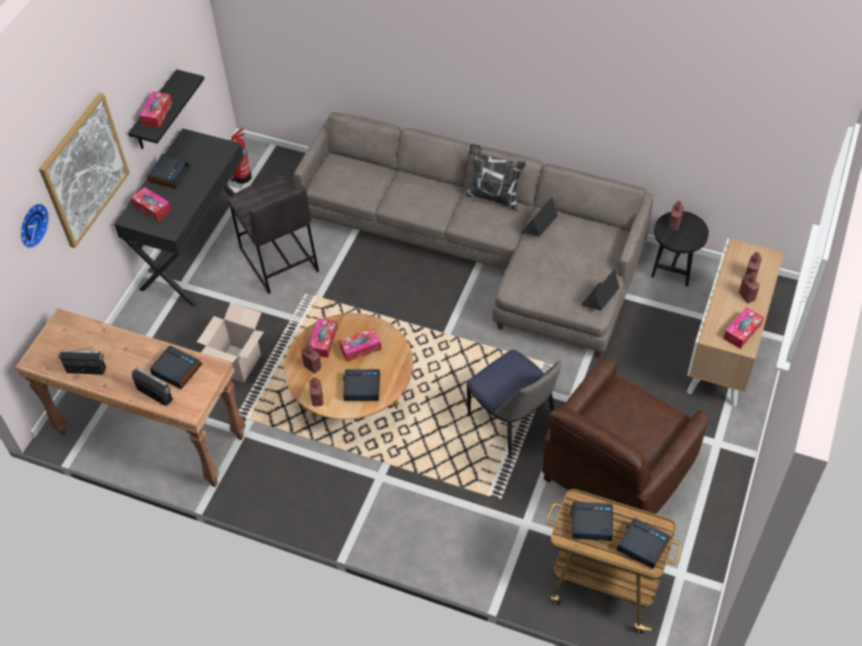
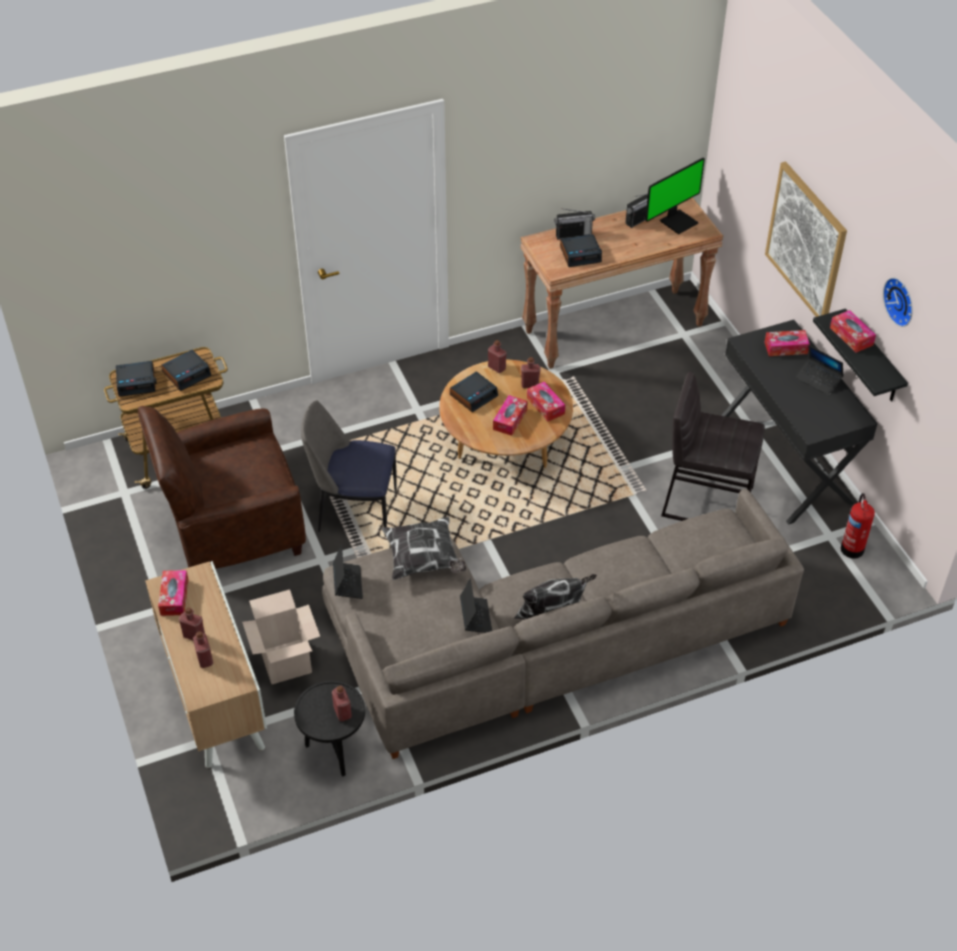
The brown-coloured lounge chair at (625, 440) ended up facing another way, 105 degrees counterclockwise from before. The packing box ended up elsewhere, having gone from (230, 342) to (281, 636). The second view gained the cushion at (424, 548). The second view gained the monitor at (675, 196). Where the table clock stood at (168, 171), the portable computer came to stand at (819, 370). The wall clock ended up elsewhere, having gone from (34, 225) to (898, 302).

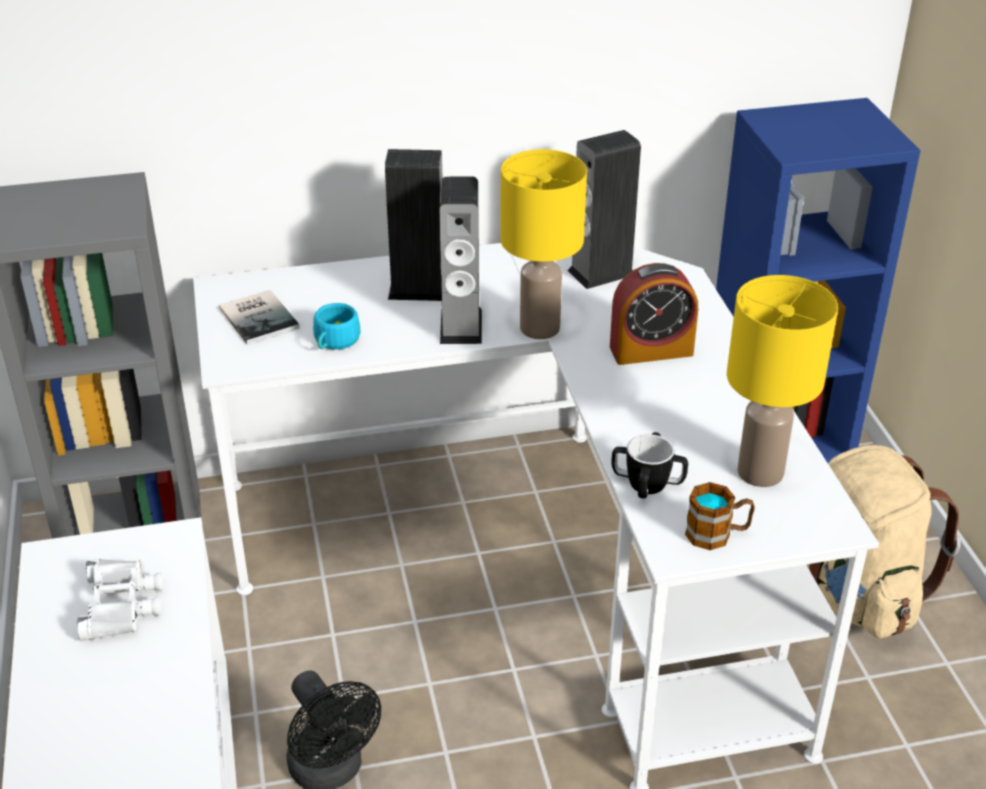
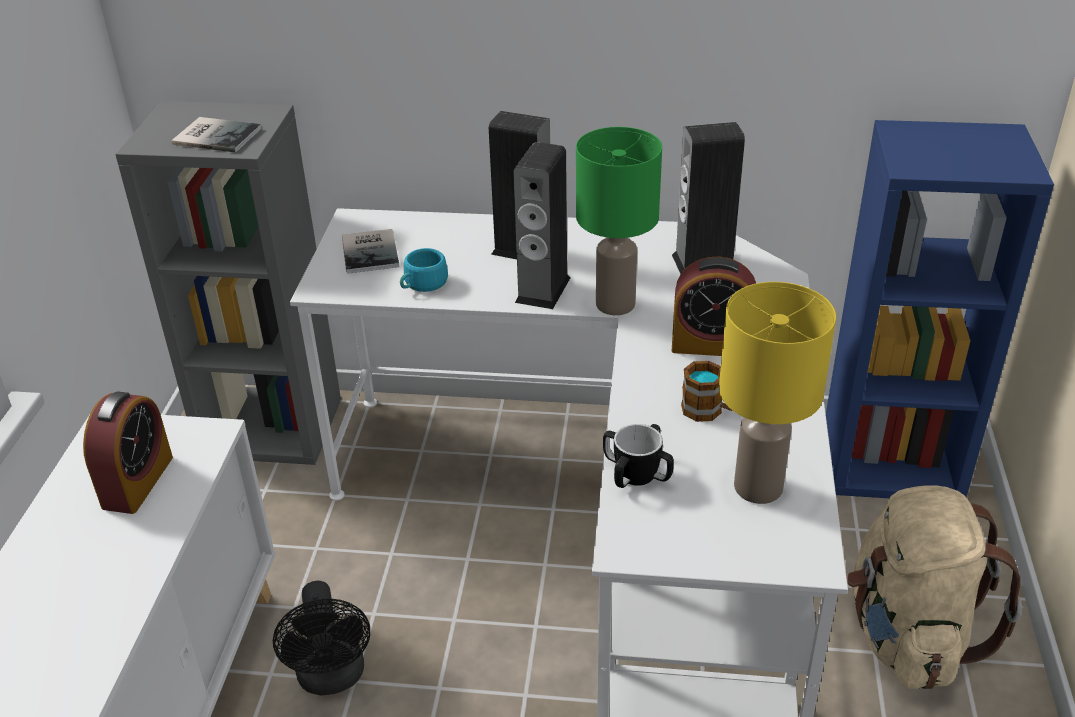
Where the whitish field glasses stood at (120, 600), the table clock came to stand at (128, 452). The second view gained the volume at (216, 135). What was the yellowish tabletop lamp at (543, 244) turned into the green tabletop lamp at (619, 221). The mug ended up elsewhere, having gone from (720, 516) to (707, 391).

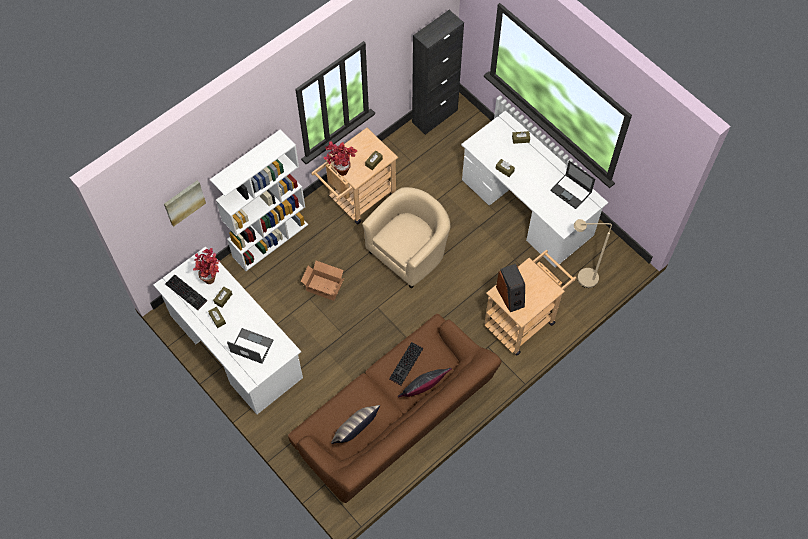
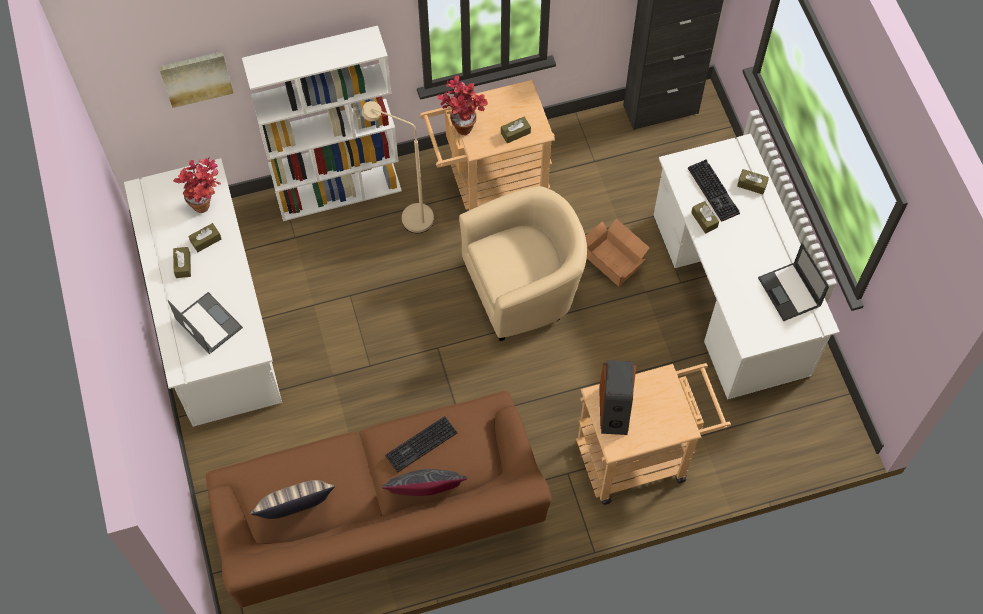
The sand-coloured standing lamp ended up elsewhere, having gone from (593, 253) to (398, 167). The packing box ended up elsewhere, having gone from (322, 281) to (617, 252). The PC keyboard ended up elsewhere, having gone from (186, 292) to (714, 190).

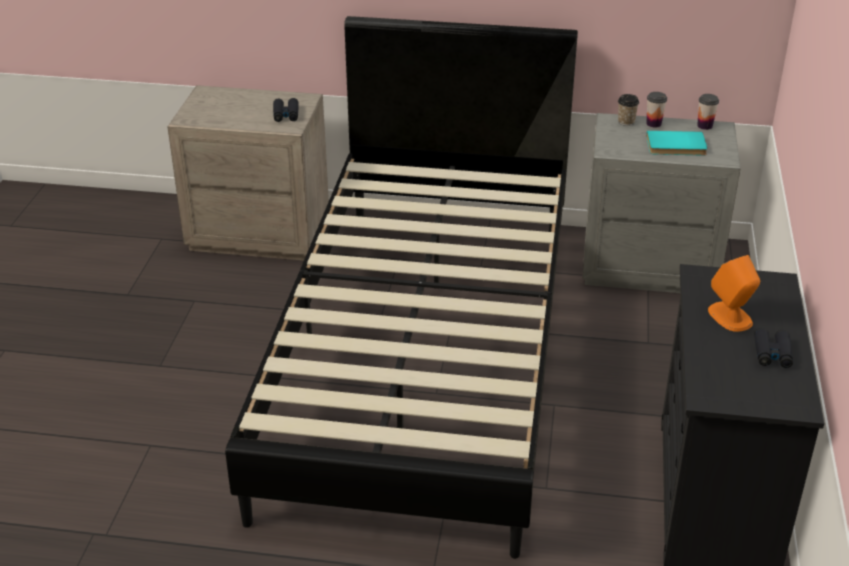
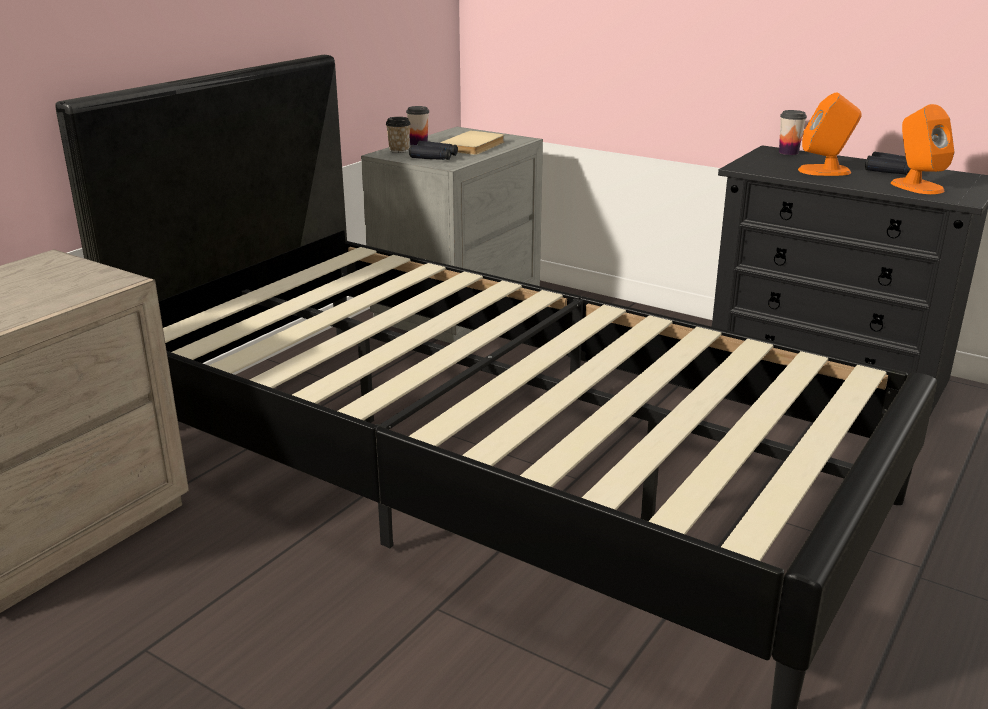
The black-coloured field glasses ended up elsewhere, having gone from (286, 110) to (433, 150). What was the turquoise-coloured volume at (677, 143) turned into the sand-coloured volume at (472, 142). The cup ended up elsewhere, having gone from (708, 112) to (793, 132). The second view gained the orange-coloured speaker at (923, 149).

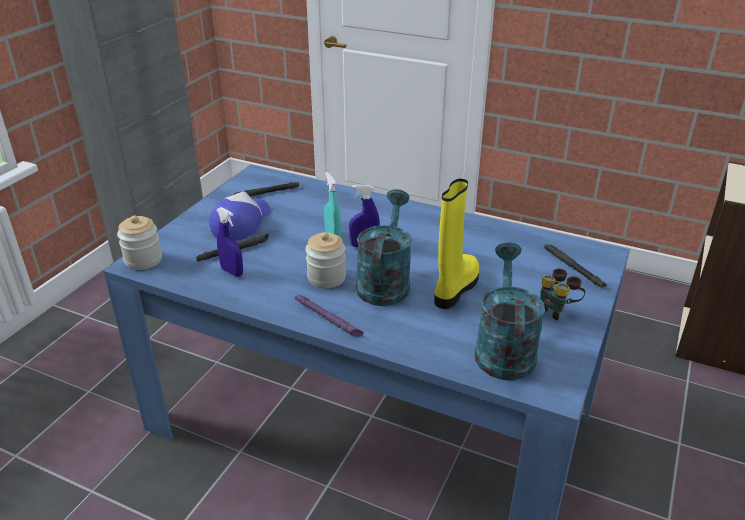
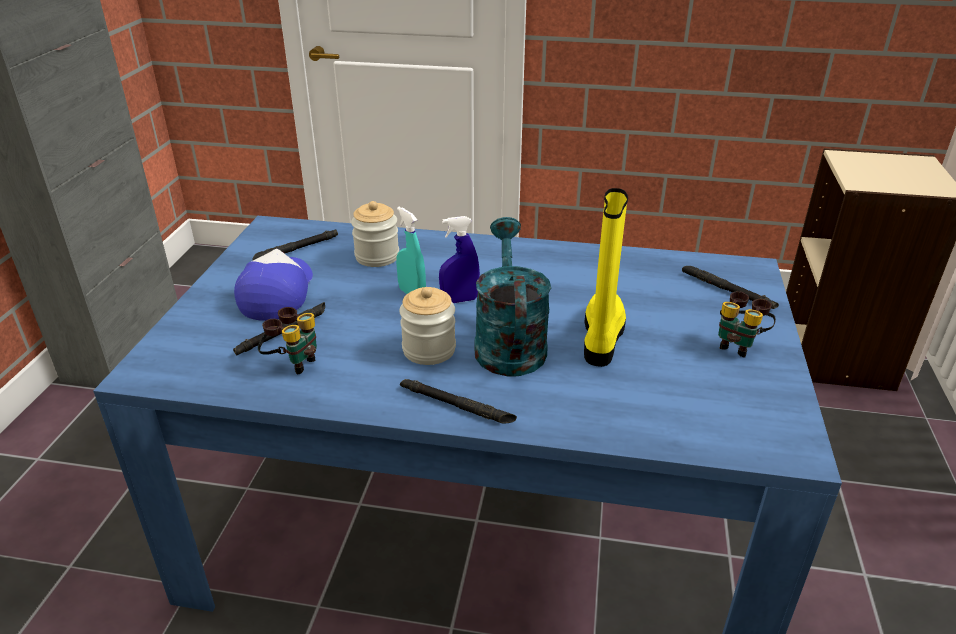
Where the bluish sprayer stood at (229, 242), the field glasses came to stand at (287, 340). The preserve jar ended up elsewhere, having gone from (139, 243) to (375, 234). What was the purplish torch at (329, 315) turned into the black-coloured torch at (458, 401). The second view lost the turquoise-coloured watering can at (510, 311).

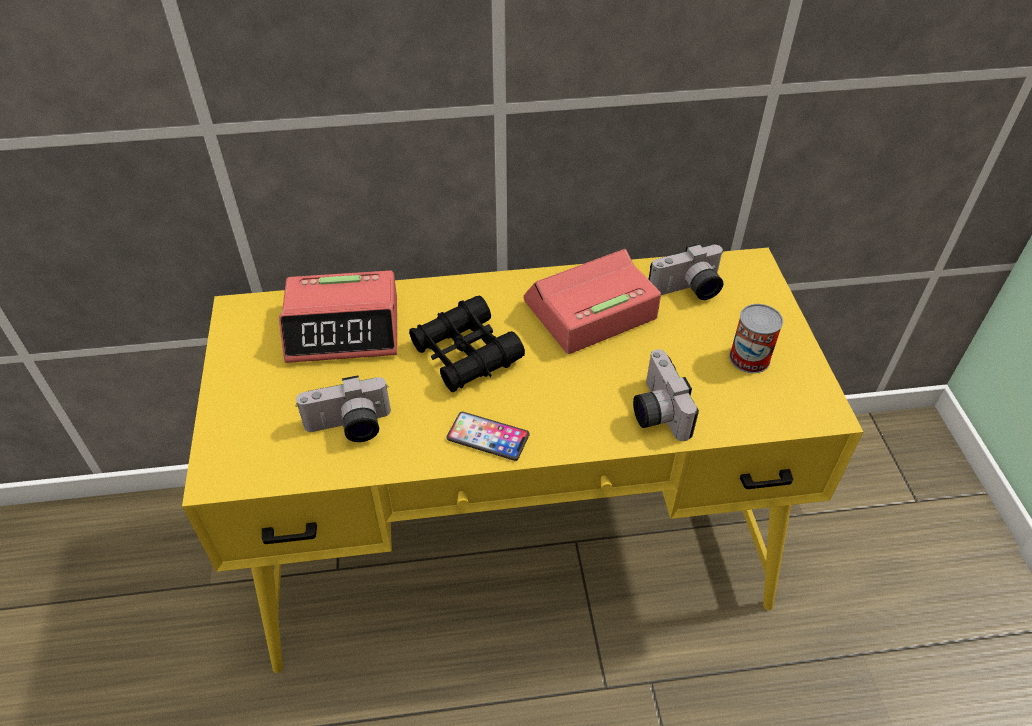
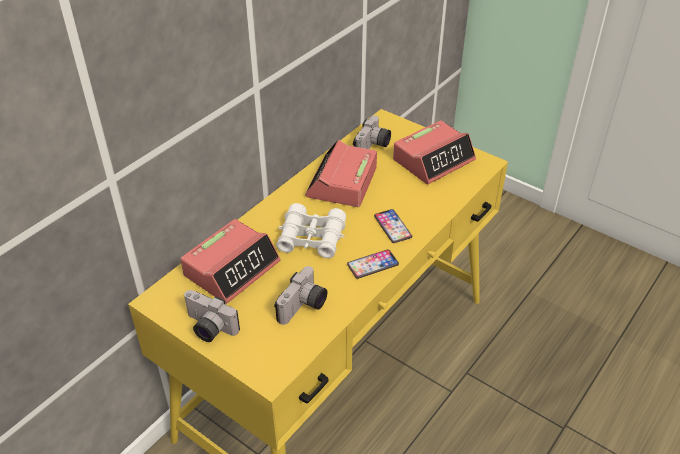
The still camera ended up elsewhere, having gone from (666, 395) to (211, 316). What was the black-coloured field glasses at (467, 343) turned into the whitish field glasses at (311, 230). The second view gained the phone at (393, 226). Where the sealed can stood at (756, 338), the table clock came to stand at (434, 152).

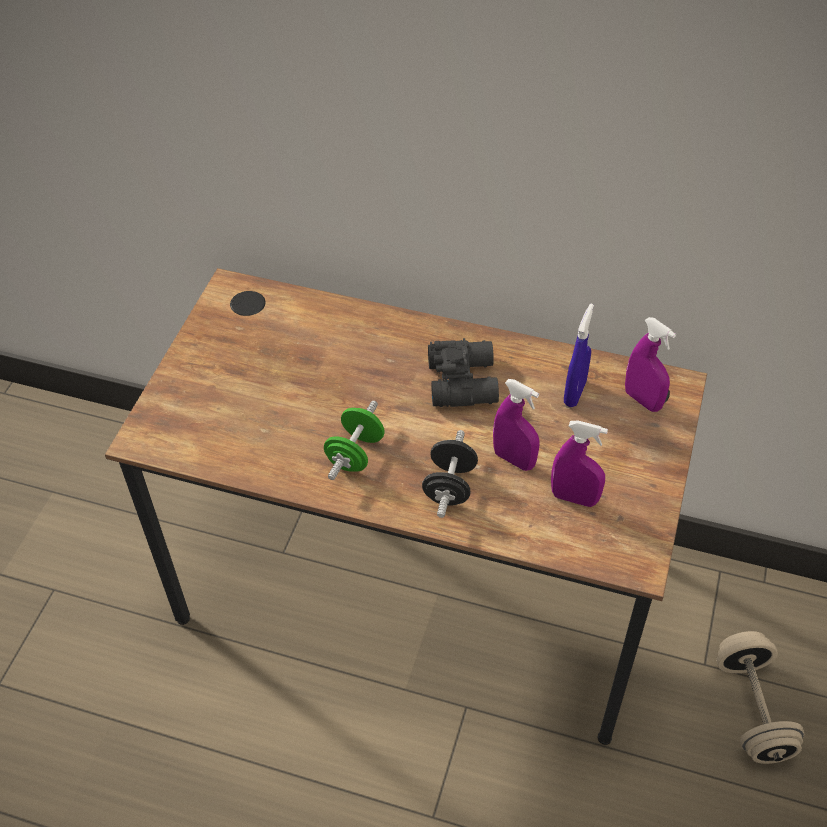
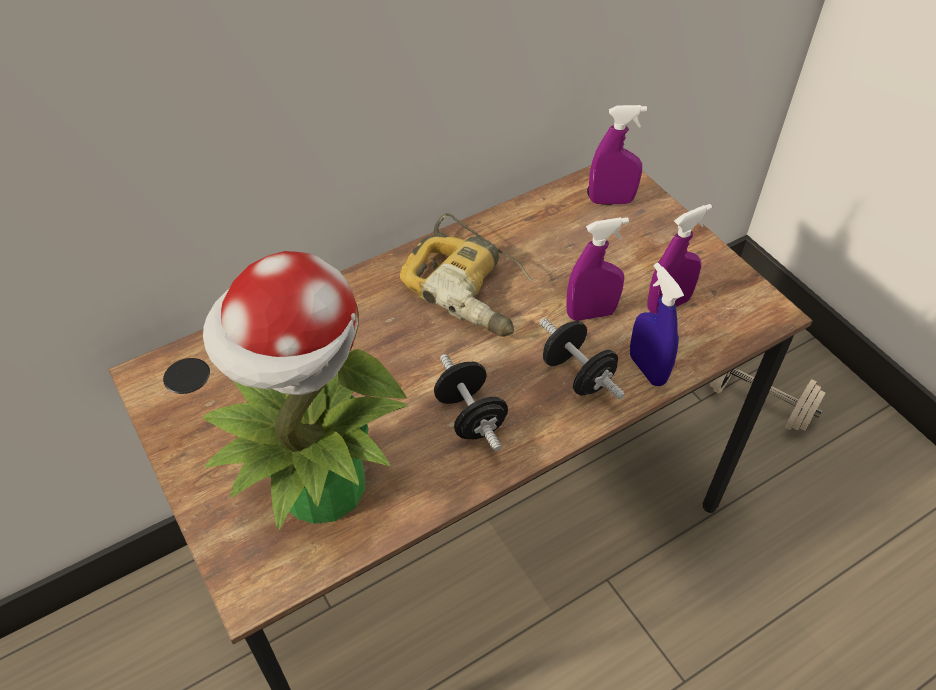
The second view gained the plant in a pot at (305, 390). Where the black-coloured field glasses stood at (463, 372), the drill came to stand at (466, 275). What was the green hand weight at (354, 440) turned into the black-coloured hand weight at (471, 402). The bluish sprayer ended up elsewhere, having gone from (579, 355) to (657, 324).

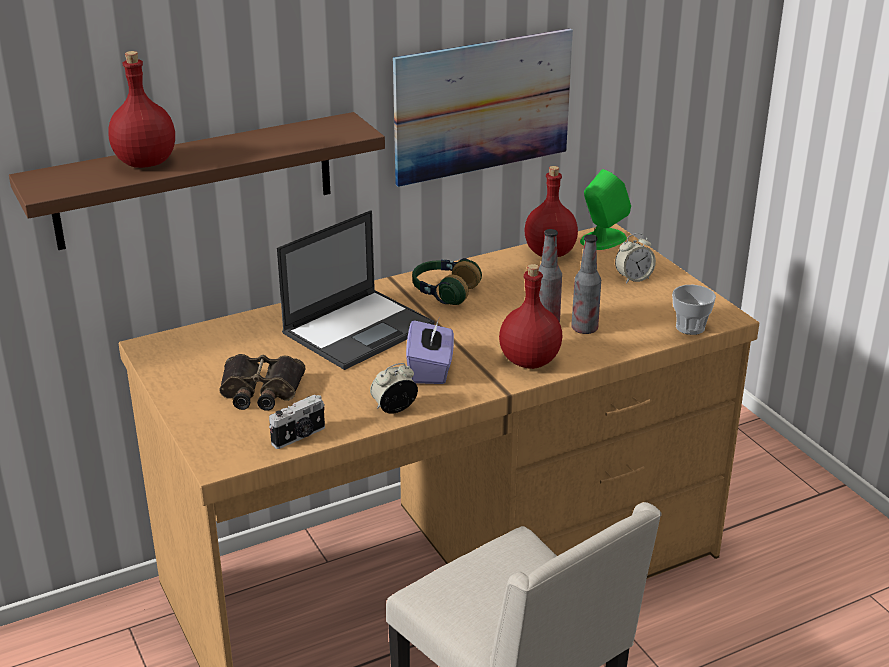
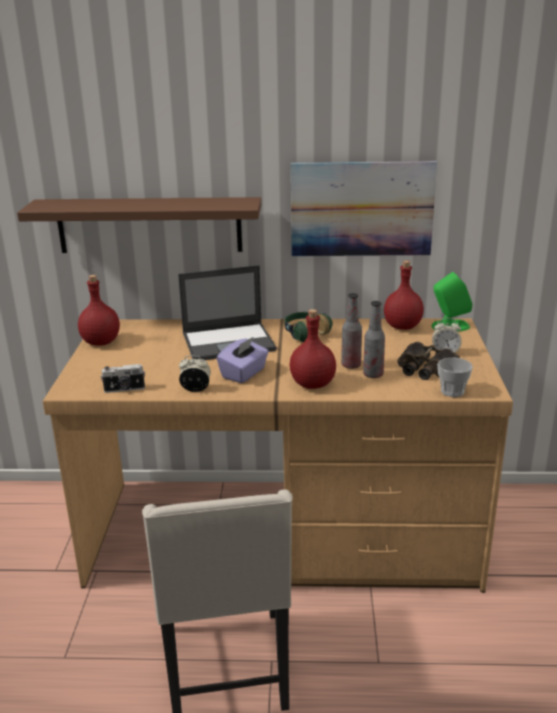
The red bottle ended up elsewhere, having gone from (141, 109) to (99, 310). The field glasses ended up elsewhere, having gone from (262, 382) to (428, 361).

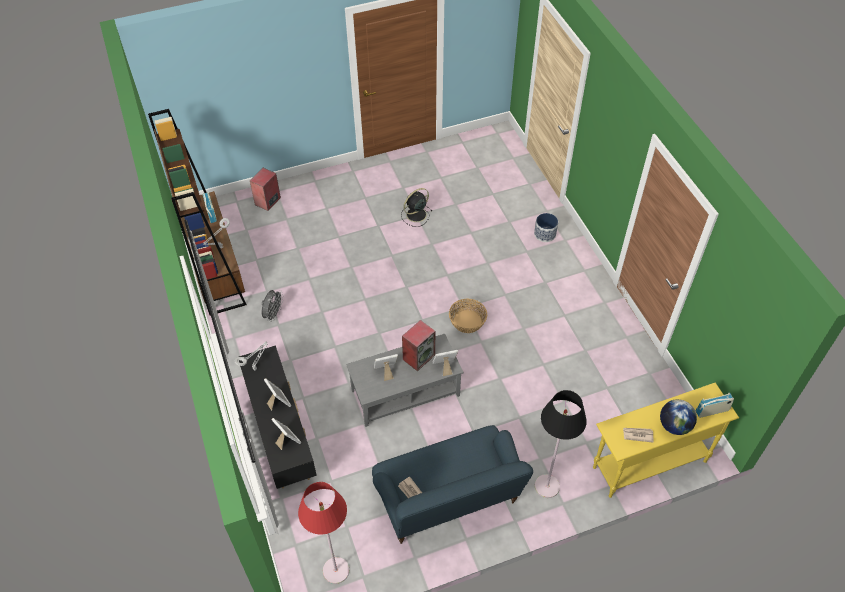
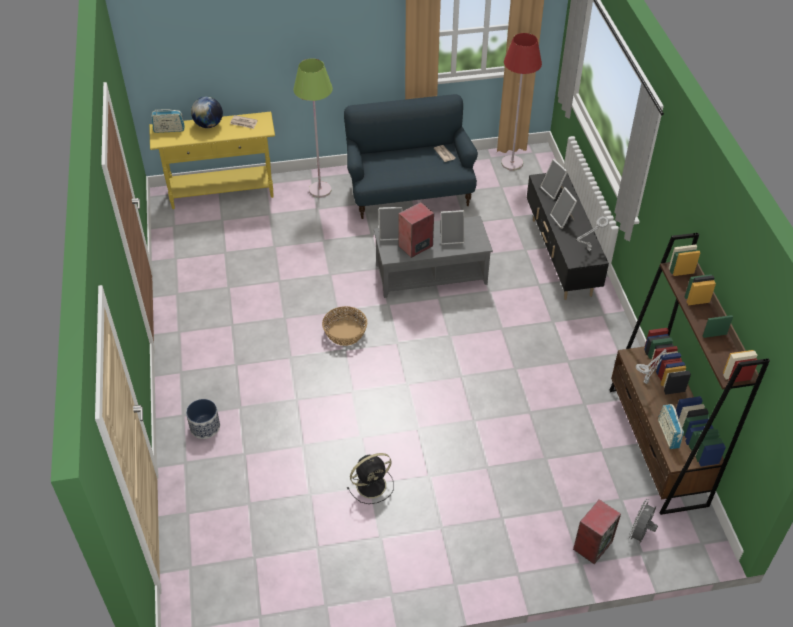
What was the black-coloured standing lamp at (561, 444) turned into the green standing lamp at (313, 128). The gray fan ended up elsewhere, having gone from (273, 305) to (643, 521).

